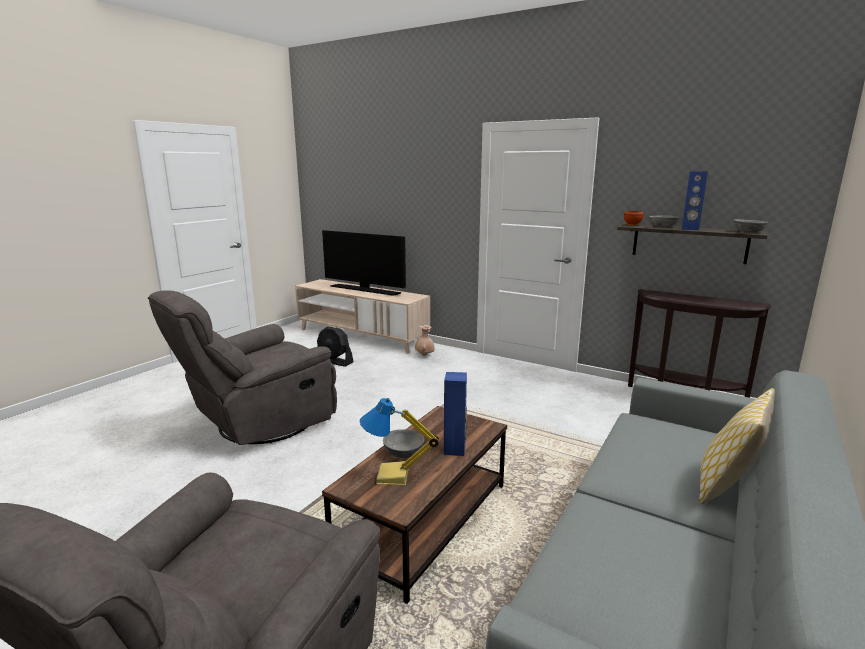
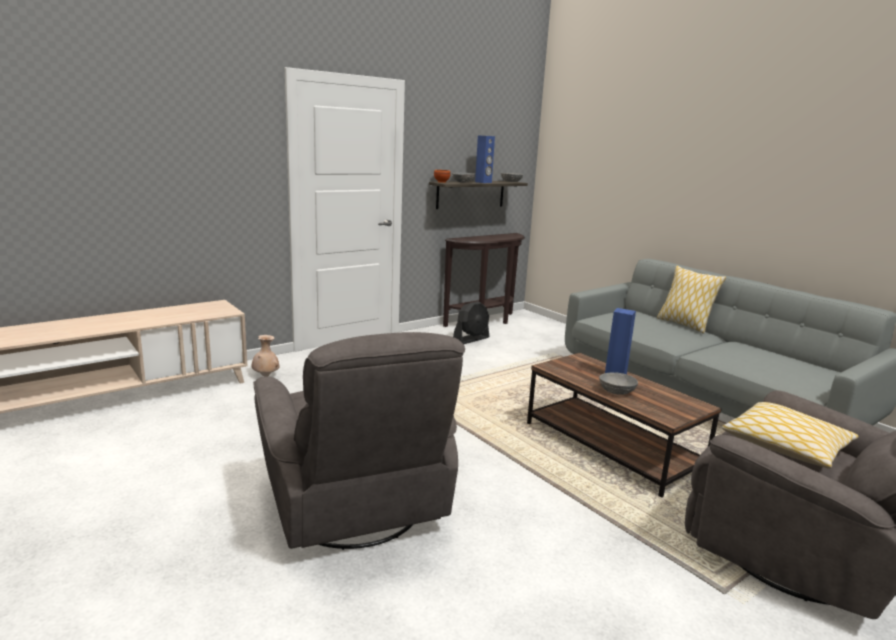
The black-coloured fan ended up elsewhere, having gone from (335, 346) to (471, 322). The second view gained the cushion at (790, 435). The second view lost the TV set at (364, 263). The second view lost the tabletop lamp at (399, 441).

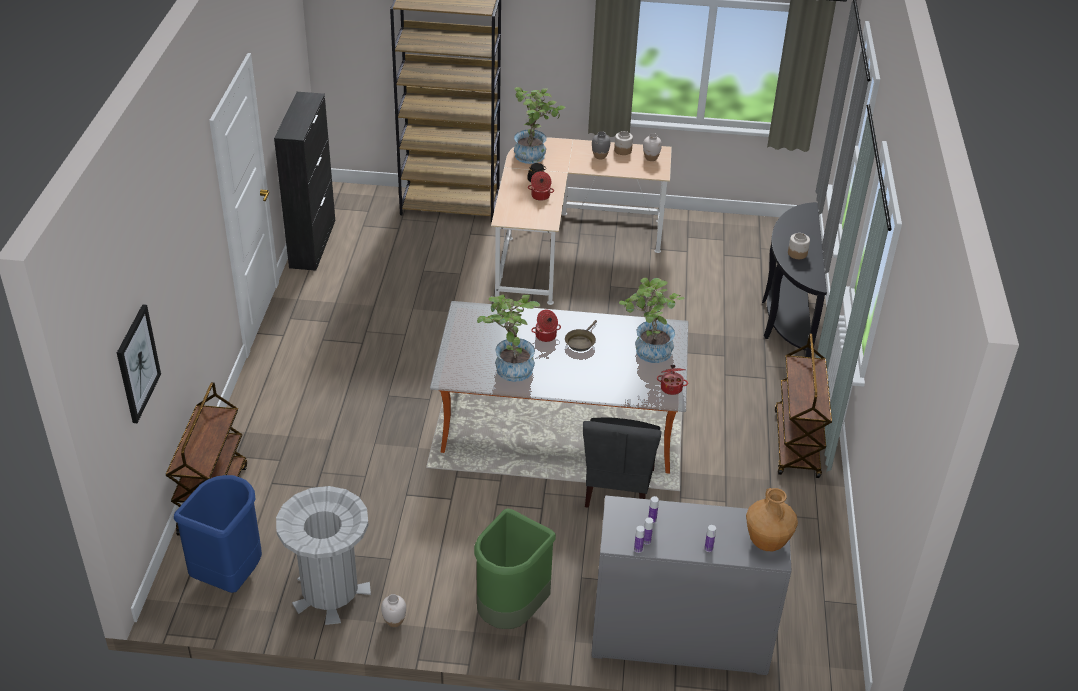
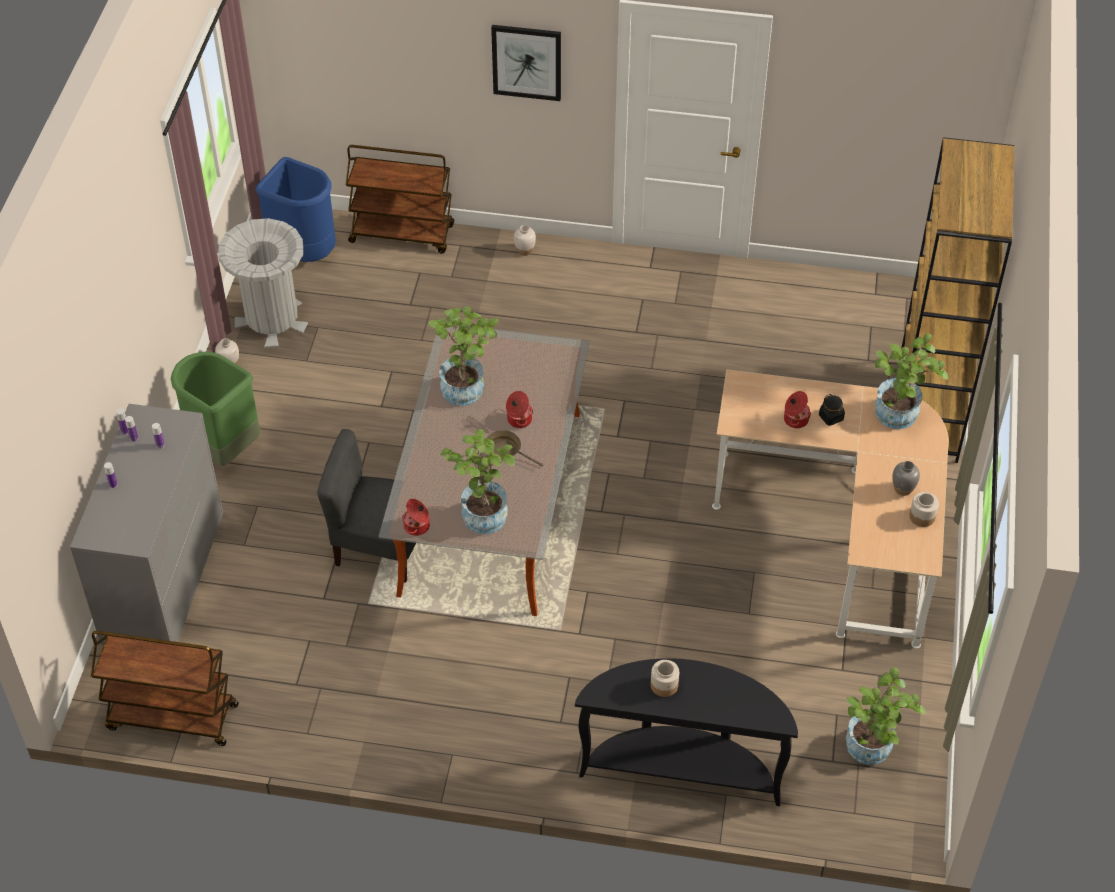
The brown-coloured trolley ended up elsewhere, having gone from (803, 405) to (165, 688). The picture ended up elsewhere, having gone from (139, 363) to (526, 63). The whitish flower vase ended up elsewhere, having gone from (652, 147) to (525, 240). The second view gained the plant in a pot at (886, 716). The second view lost the black-coloured storage cabinet at (304, 181). The second view lost the brown-coloured flower vase at (772, 519).

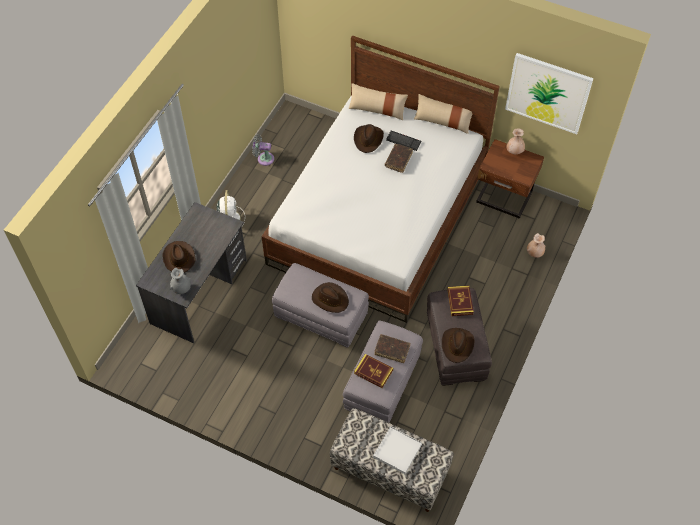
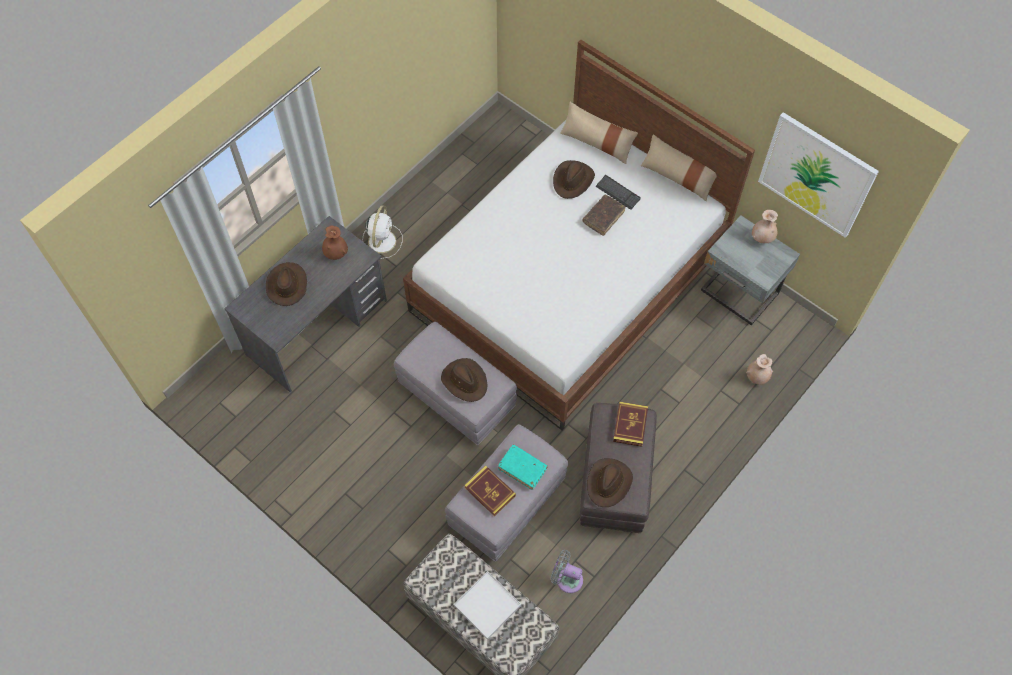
The second view gained the brown-coloured flower vase at (335, 243). What was the brown-coloured volume at (392, 348) turned into the turquoise-coloured volume at (523, 467). The gray fan ended up elsewhere, having gone from (263, 150) to (567, 571). What was the brown-coloured nightstand at (510, 179) turned into the gray nightstand at (750, 270). The second view lost the gray flower vase at (180, 281).

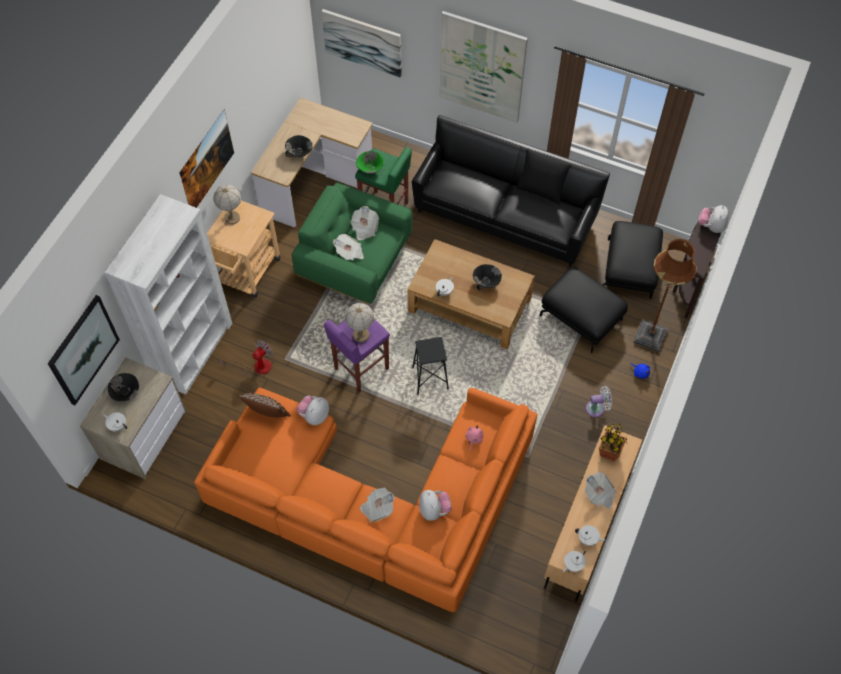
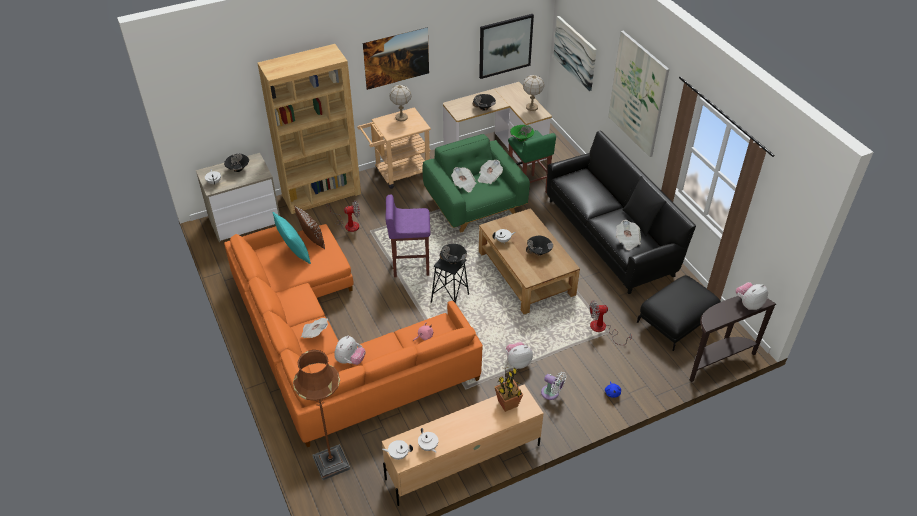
What was the whitish bookcase at (168, 294) turned into the brown-coloured bookcase at (309, 129). The second view gained the turquoise-coloured cushion at (292, 238). The brown-coloured standing lamp ended up elsewhere, having gone from (665, 295) to (321, 415). The second view gained the black-coloured serving bowl at (453, 254). The picture ended up elsewhere, having gone from (84, 350) to (506, 46). The plush toy ended up elsewhere, having gone from (312, 410) to (519, 355). The tabletop lamp ended up elsewhere, having gone from (359, 322) to (533, 93). Where the black-coloured footrest stood at (583, 310), the fan came to stand at (611, 322). The daily paper ended up elsewhere, having gone from (600, 490) to (628, 235).

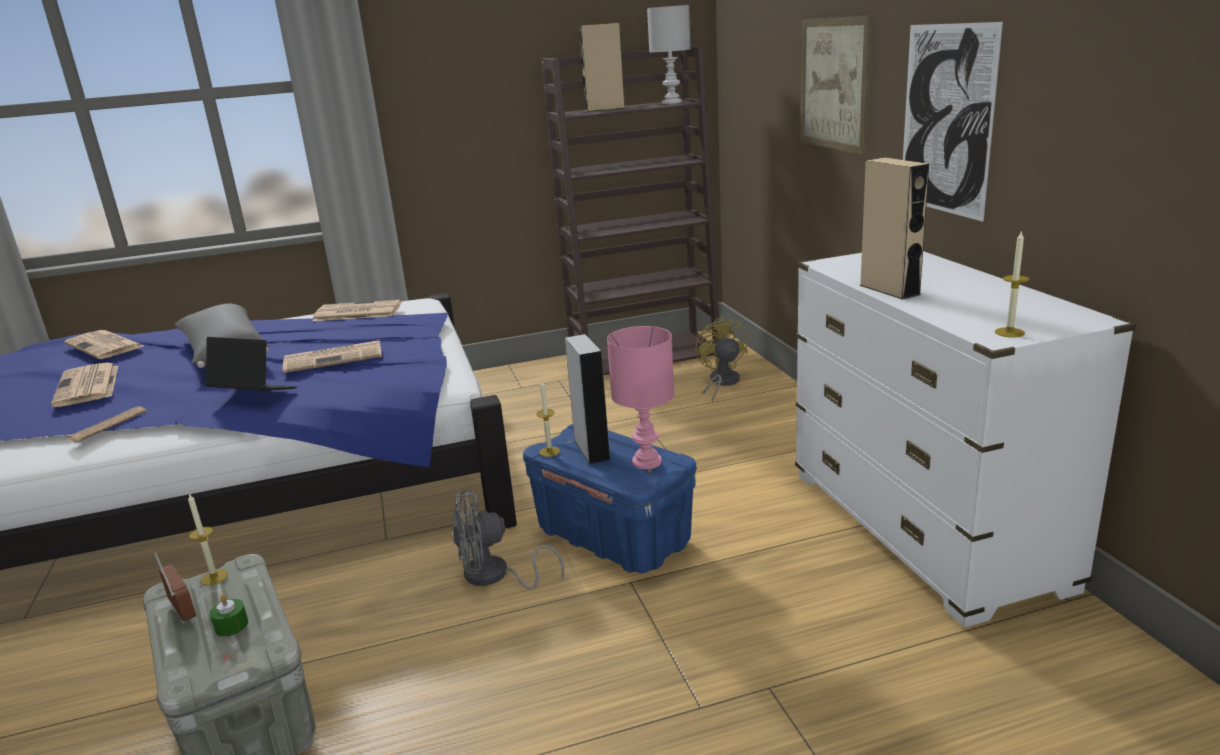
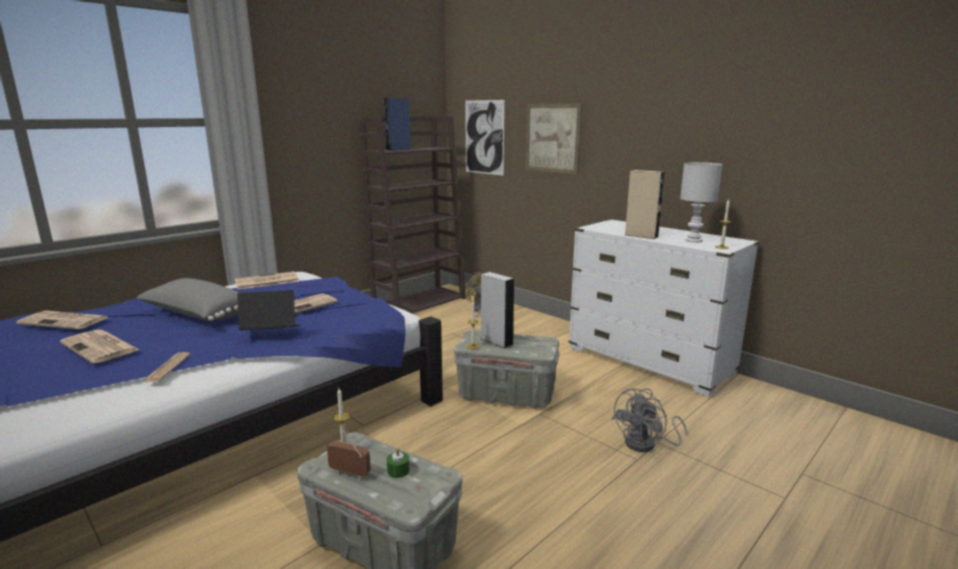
What was the sand-coloured speaker at (601, 67) turned into the bluish speaker at (397, 124). What was the bluish storage box at (609, 498) turned into the gray storage box at (507, 369). The picture ended up elsewhere, having gone from (953, 122) to (485, 138). The gray fan ended up elsewhere, having gone from (508, 540) to (649, 420). The whitish tabletop lamp ended up elsewhere, having gone from (669, 54) to (701, 202). The second view lost the pinkish tabletop lamp at (641, 397).

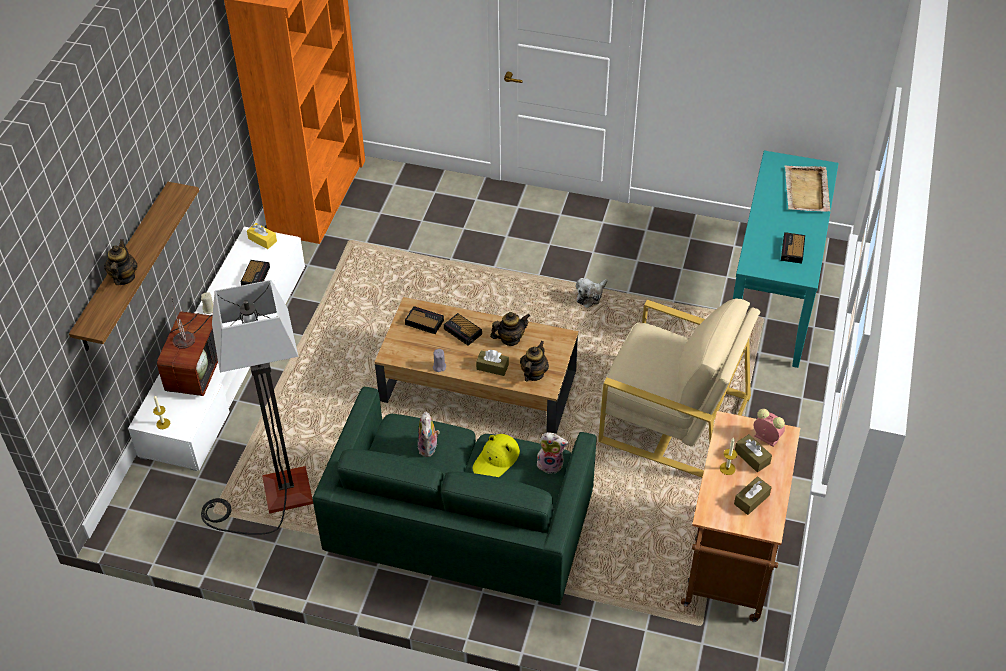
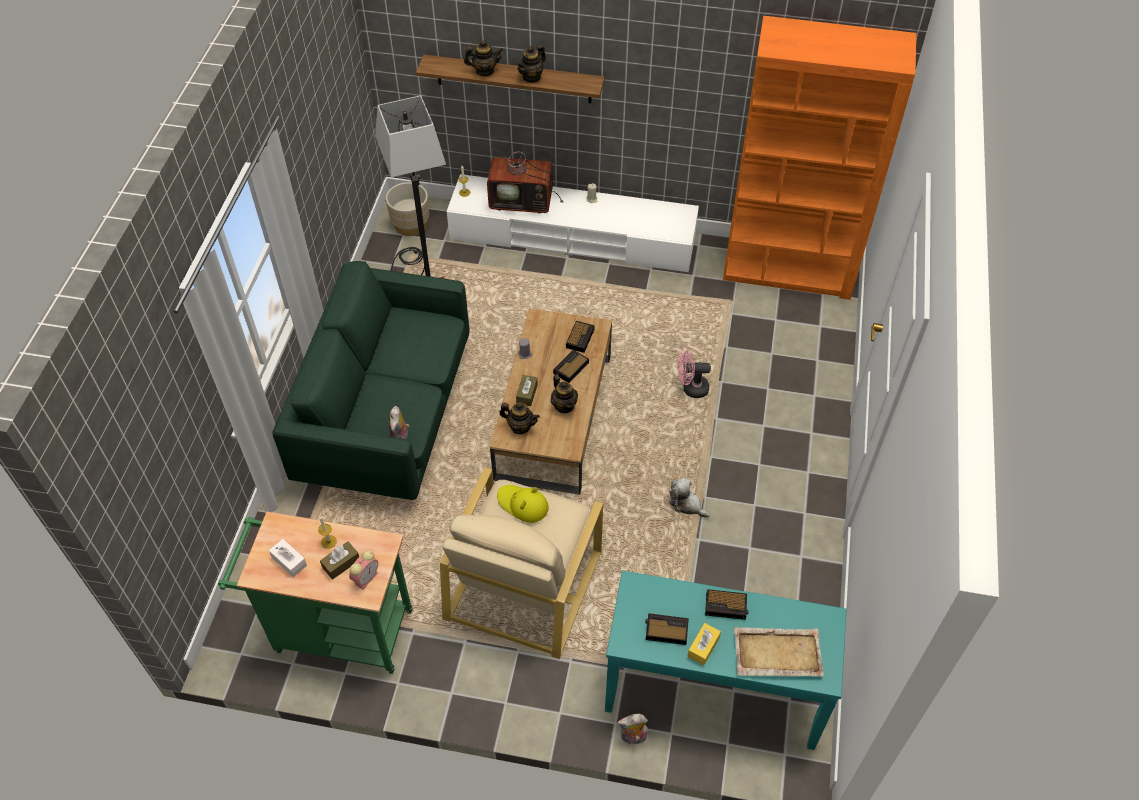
What was the brown-coloured trolley at (740, 516) turned into the green trolley at (315, 593). What was the brown-coloured tissue holder at (753, 496) turned into the whitish tissue holder at (288, 558). The second view gained the sand-coloured planter at (407, 209). The yellowish hat ended up elsewhere, having gone from (496, 455) to (523, 504). The second view gained the pot for tea at (531, 64). The plush toy ended up elsewhere, having gone from (429, 434) to (632, 729). The second view gained the pinkish fan at (694, 374). The yellowish tissue holder ended up elsewhere, having gone from (262, 236) to (704, 644). The table clock ended up elsewhere, having gone from (255, 272) to (727, 604).

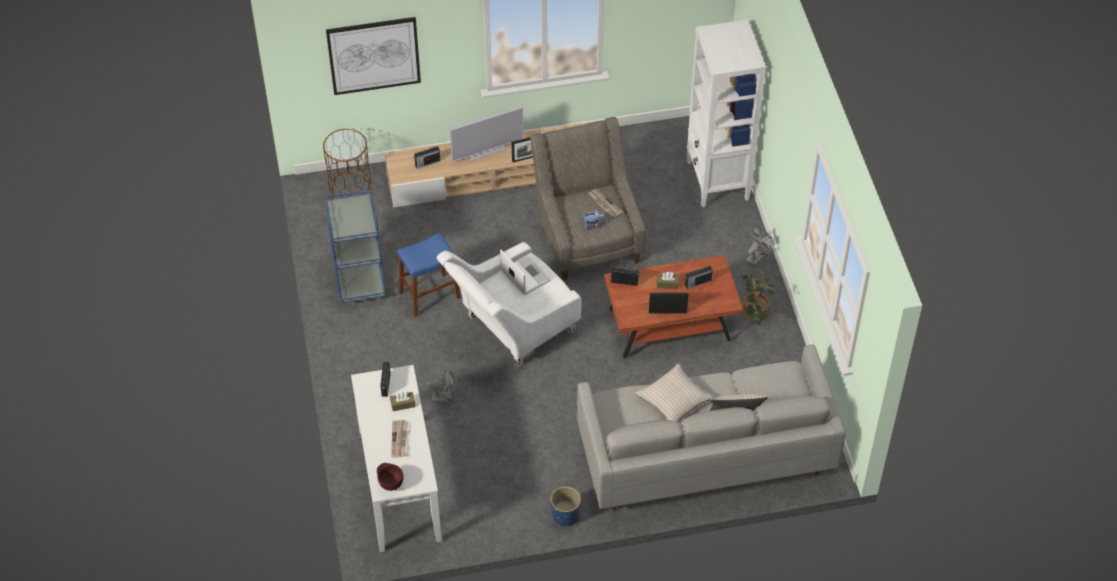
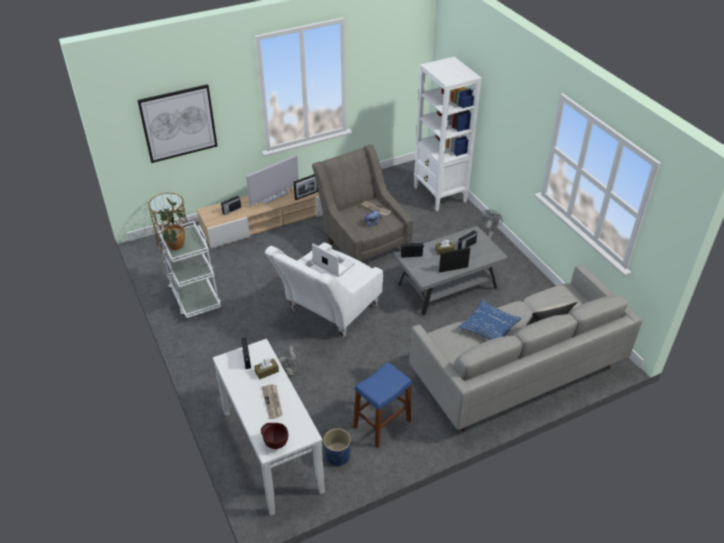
The plant in a pot ended up elsewhere, having gone from (759, 298) to (171, 223). What was the bluish trolley at (356, 246) turned into the whitish trolley at (190, 269). The bluish planter ended up elsewhere, having gone from (566, 506) to (337, 447). The bluish sitting stool ended up elsewhere, having gone from (428, 274) to (382, 405). What was the brown-coloured low table at (673, 306) turned into the gray low table at (451, 271). What was the sand-coloured cushion at (674, 393) turned into the bluish cushion at (490, 319).

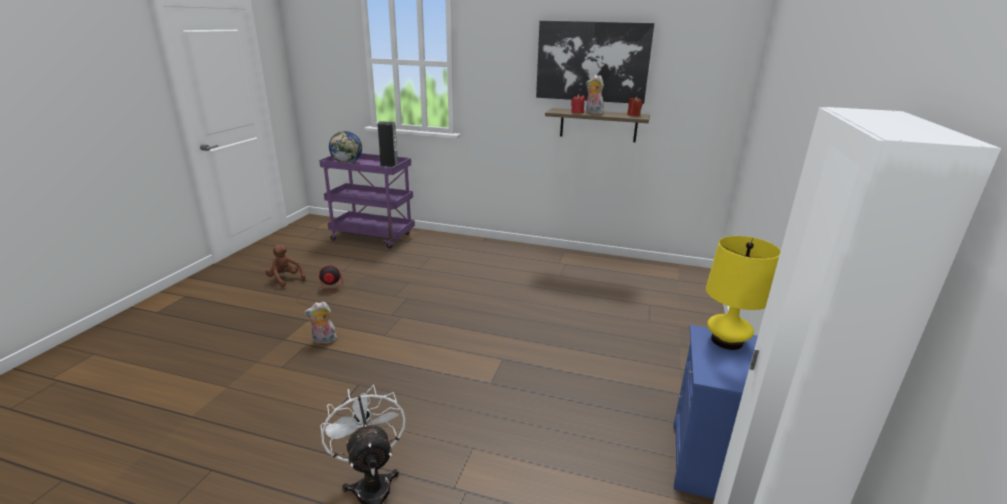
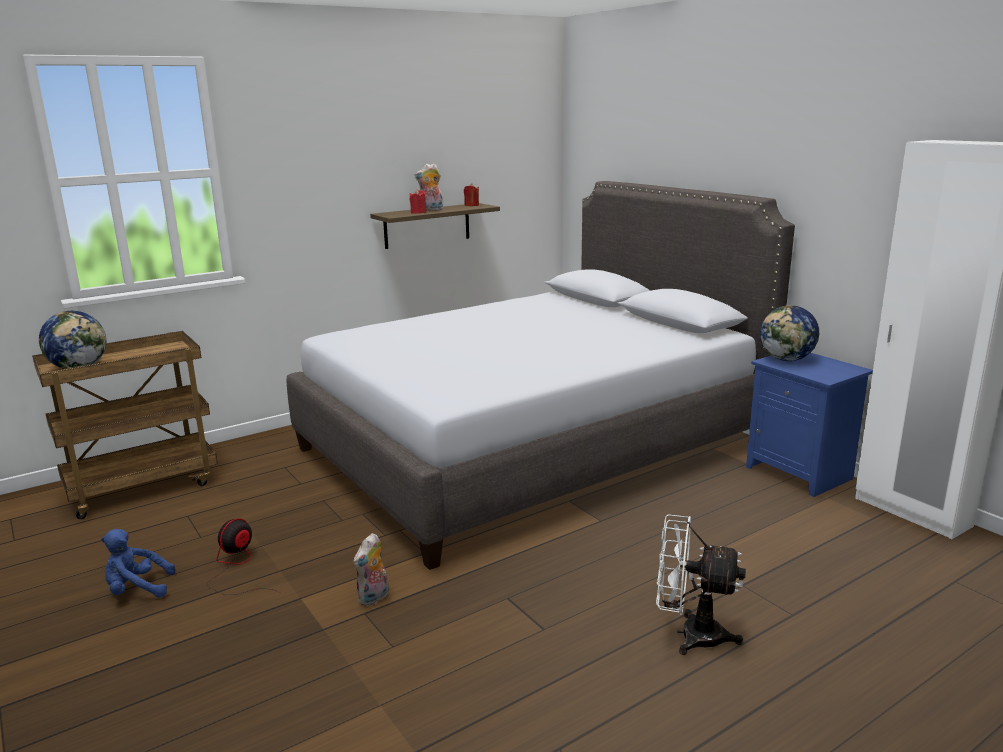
What was the purplish trolley at (367, 201) turned into the brown-coloured trolley at (125, 425). What was the brown-coloured plush toy at (285, 266) turned into the bluish plush toy at (138, 563). The second view gained the gray bed at (541, 375). Where the yellowish tabletop lamp stood at (743, 293), the globe came to stand at (789, 333). The second view lost the speaker at (387, 144). The second view lost the picture at (595, 62).

